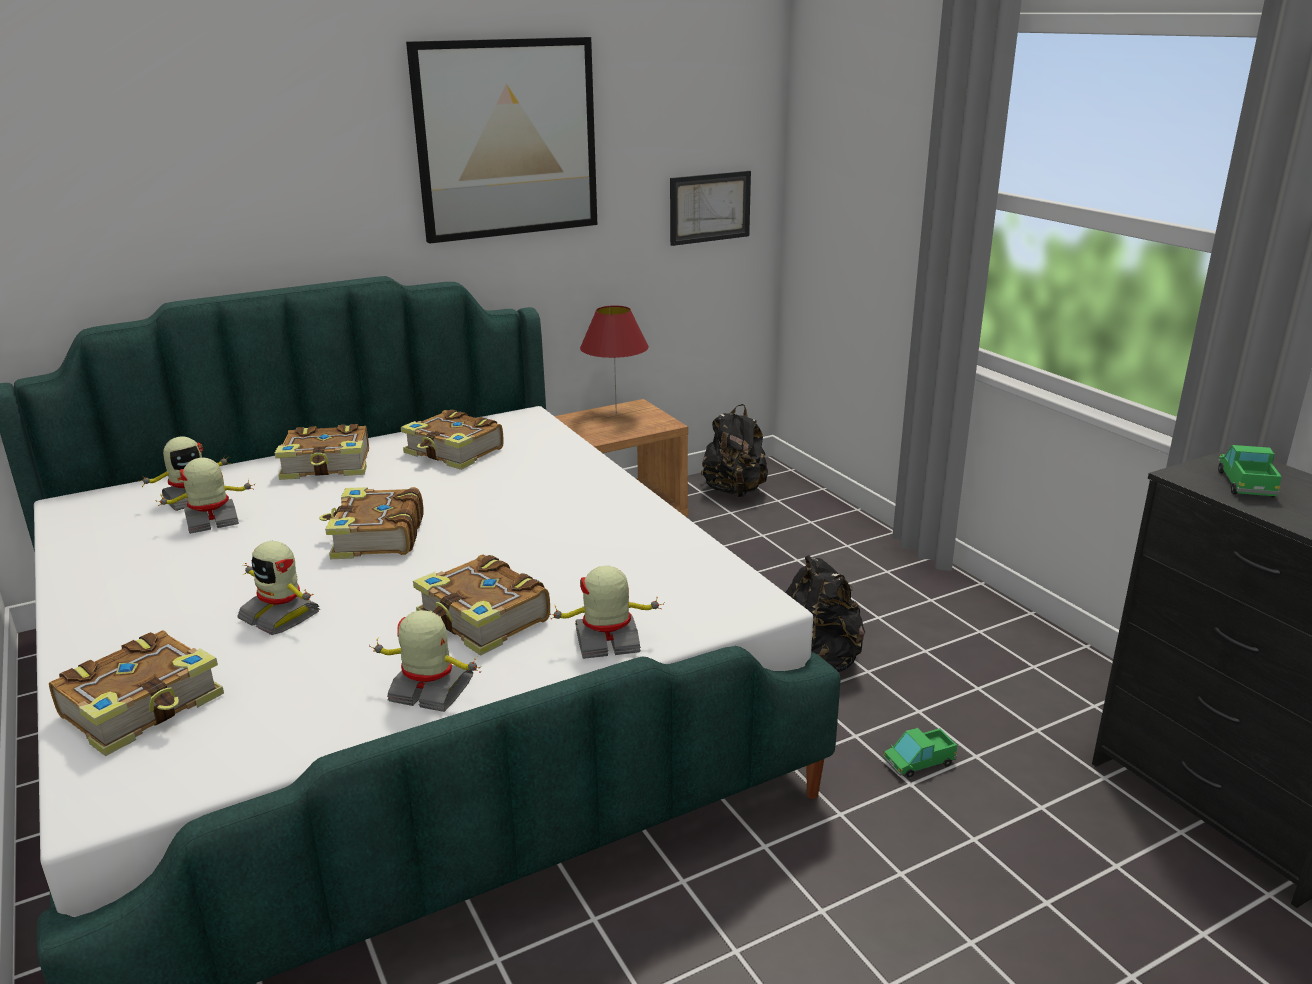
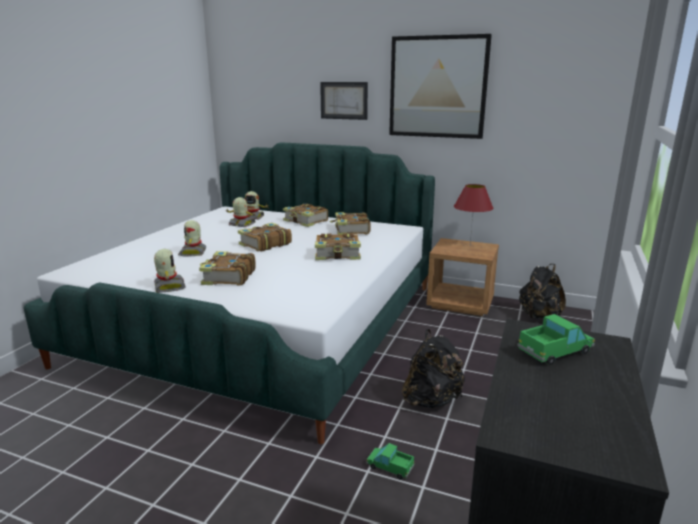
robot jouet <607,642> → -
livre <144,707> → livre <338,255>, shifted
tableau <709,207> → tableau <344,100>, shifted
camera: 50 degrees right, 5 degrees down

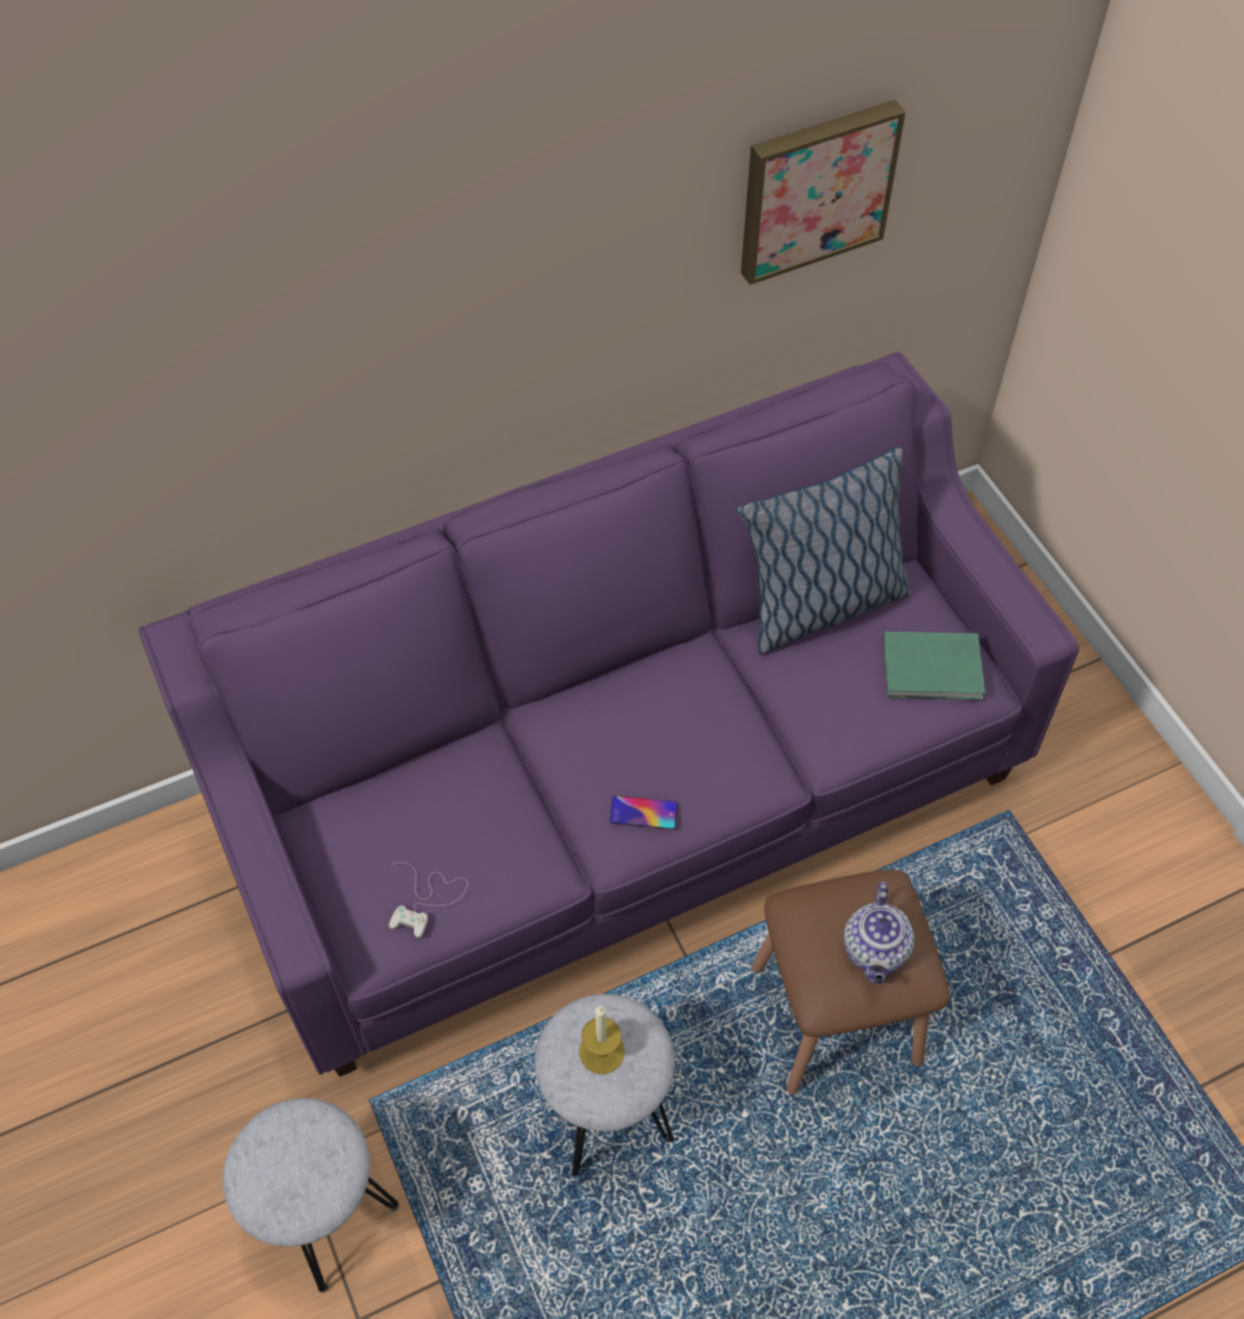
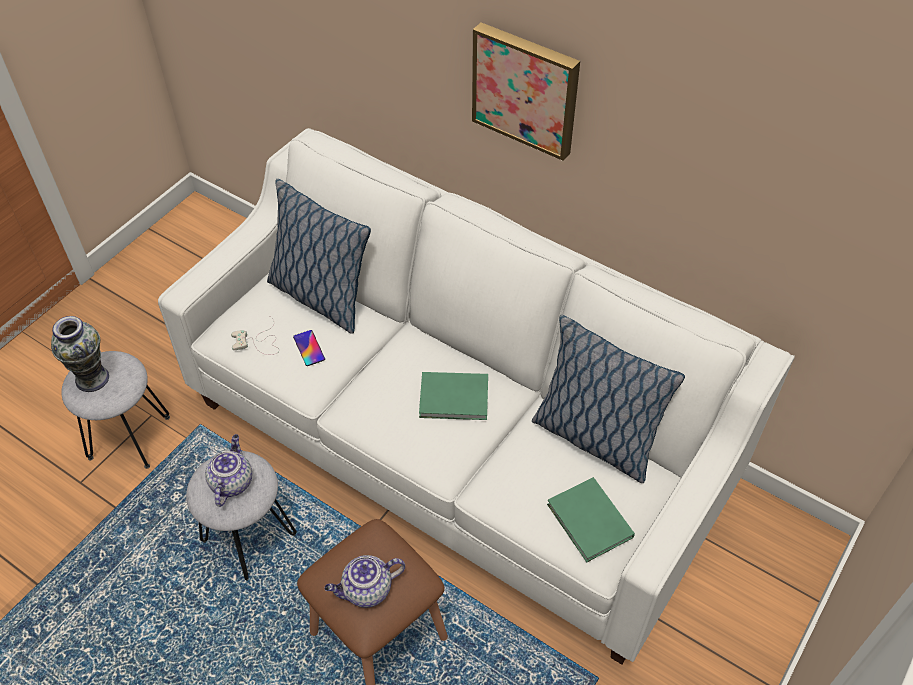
- → vase <91,378>
- → coussin <320,296>
- → livre [vert] <456,399>
téléphone <643,813> → téléphone <309,348>, shifted
tableau <815,188> → tableau <526,89>, shifted
bougie <601,1051> → théière <231,482>
canapé [violet] <624,791> → canapé [blanc] <459,446>
camera: 60 degrees right, 5 degrees down

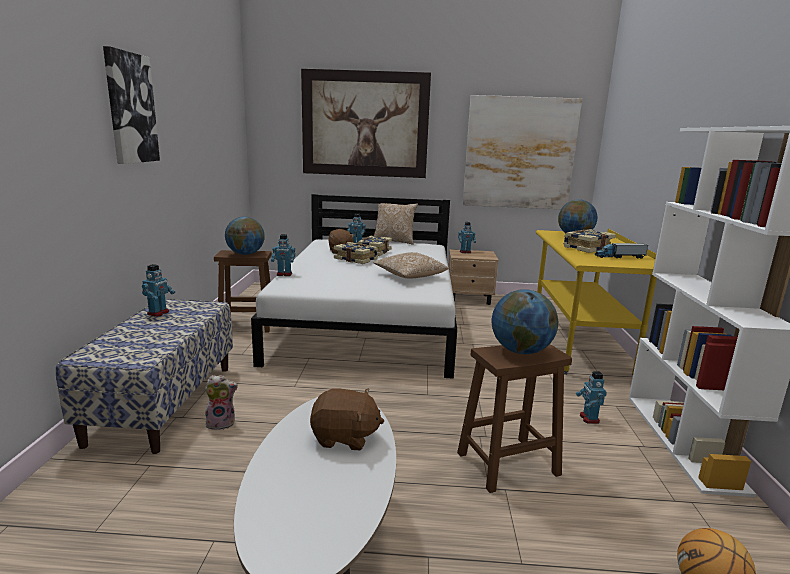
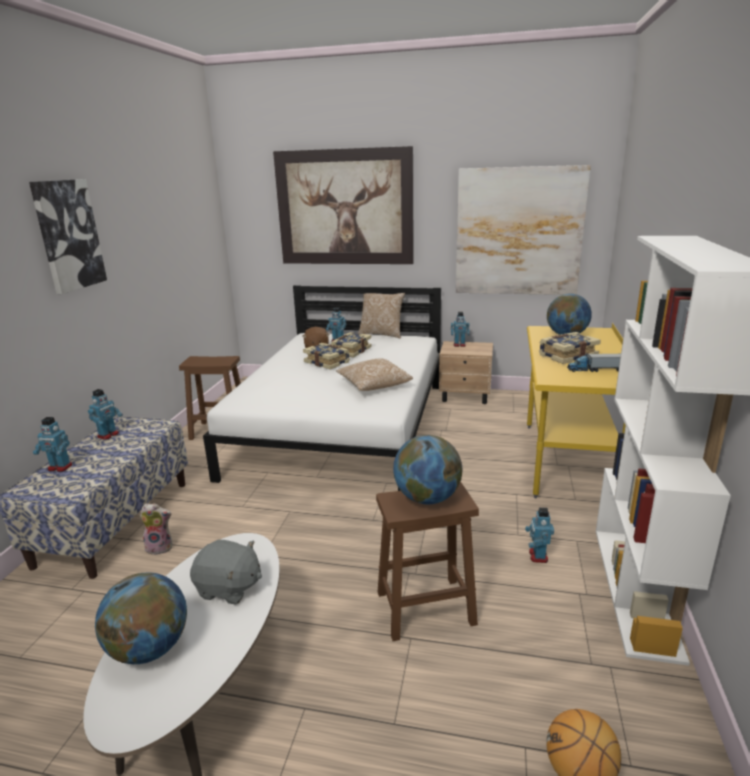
globe <245,254> → globe <150,648>, shifted
robot jouet <284,274> → robot jouet <59,467>, shifted
peluche [marron] <345,437> → peluche [gris] <229,588>
camera: 10 degrees right, 5 degrees up

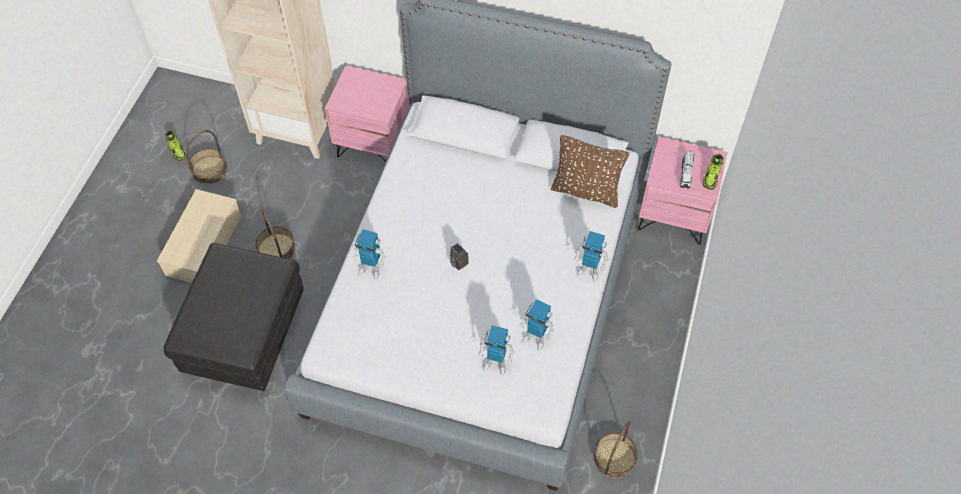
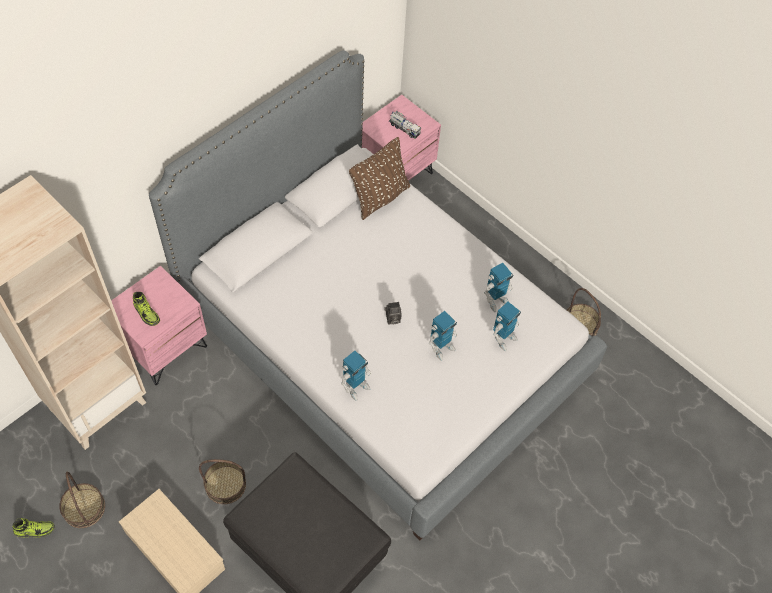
robot jouet <589,270> → robot jouet <441,348>, shifted
chaussure <711,177> → chaussure <147,313>, shifted
camera: 65 degrees left, 0 degrees up

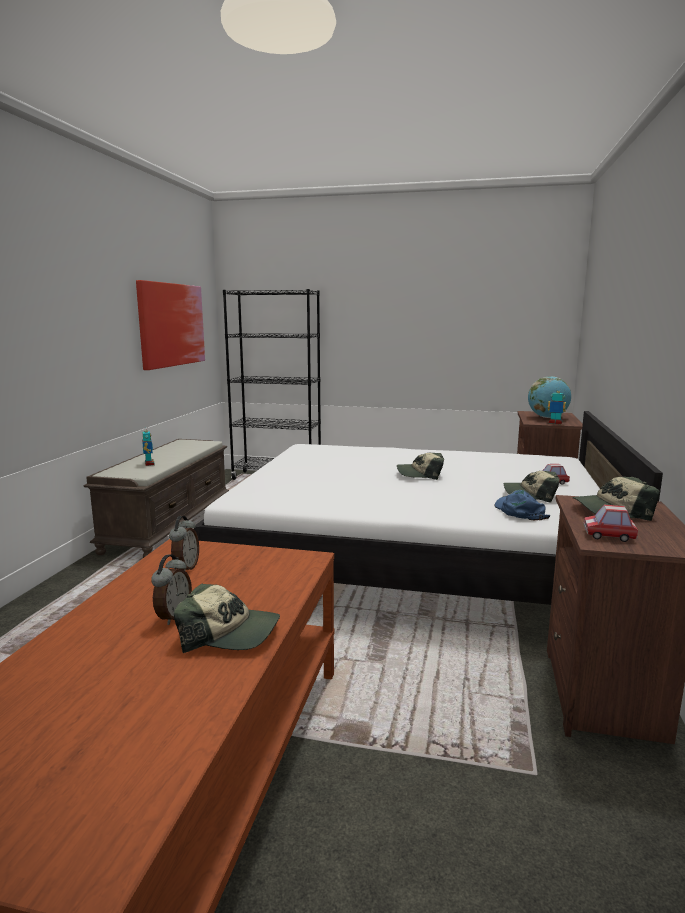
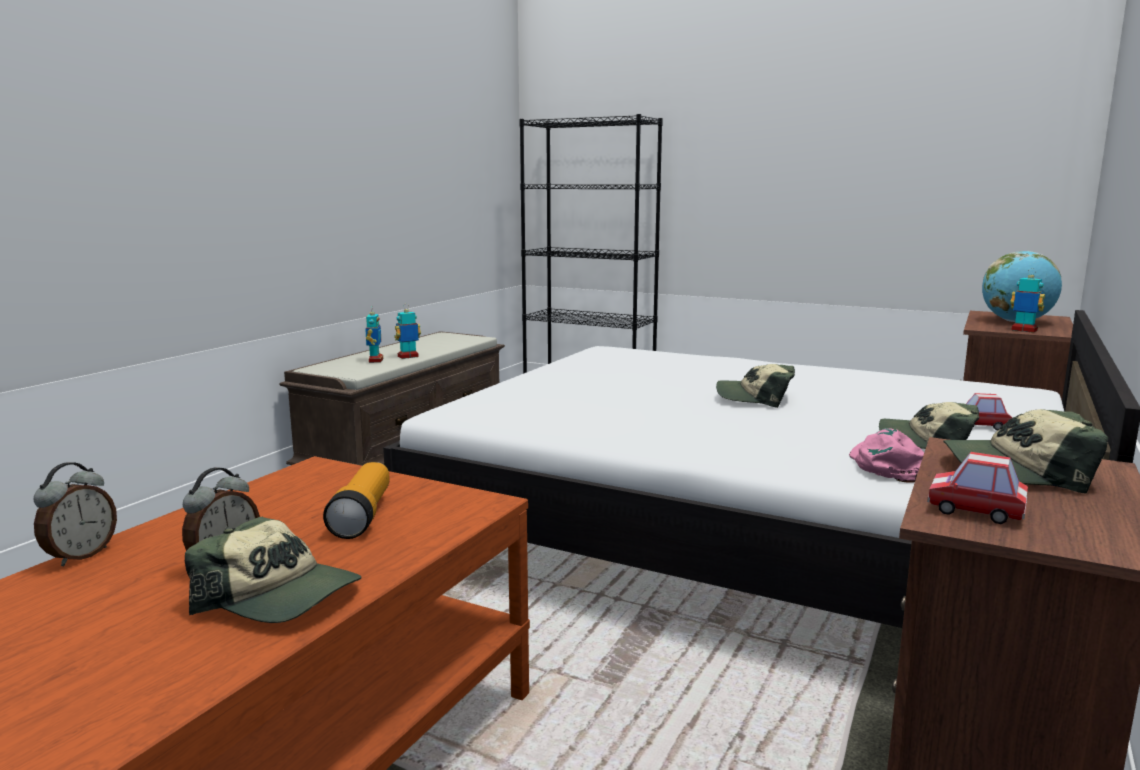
tableau <171,325> → -
- → lampe de poche <362,516>
- → robot jouet <408,357>
réveil <185,568> → réveil <80,555>, shifted
casquette [bleu] <519,511> → casquette [rose] <888,465>
camera: 15 degrees right, 0 degrees up

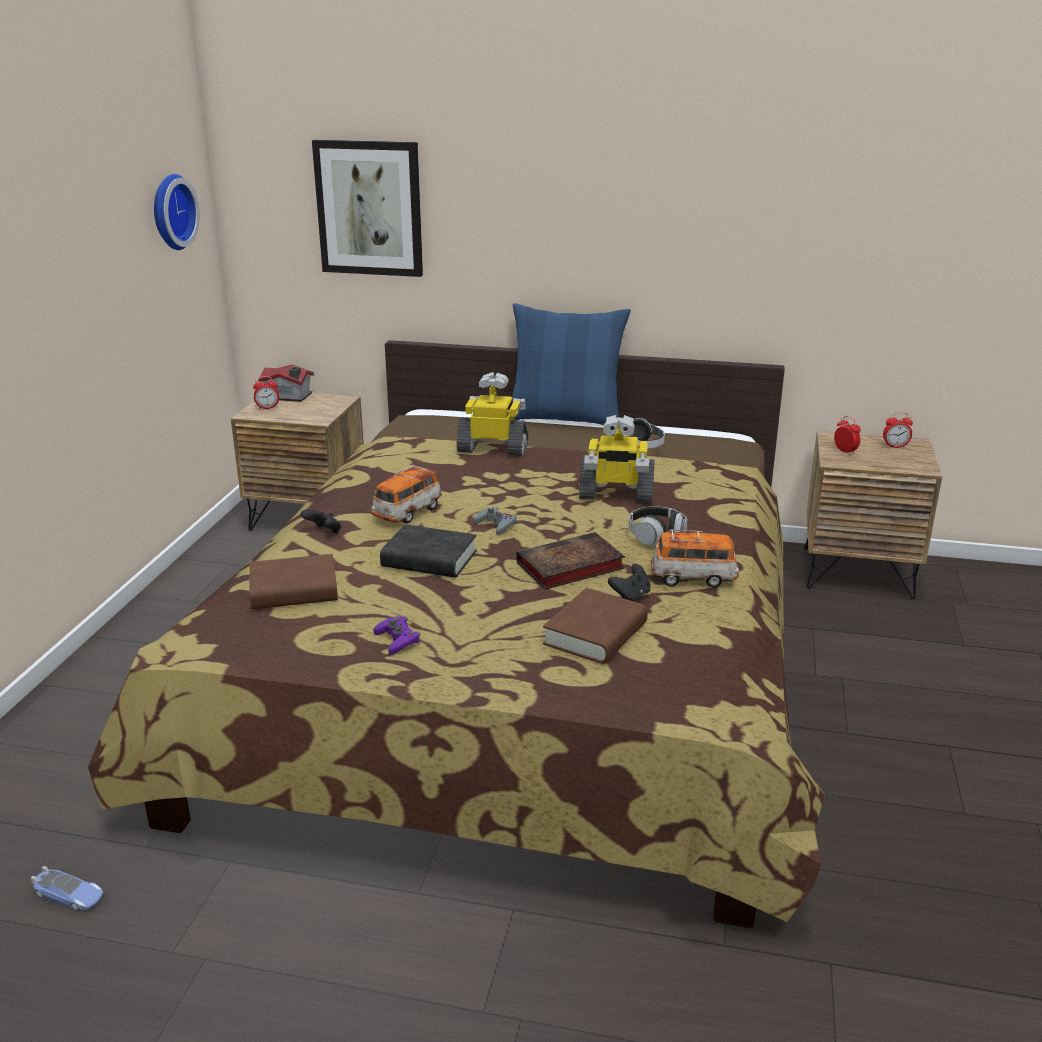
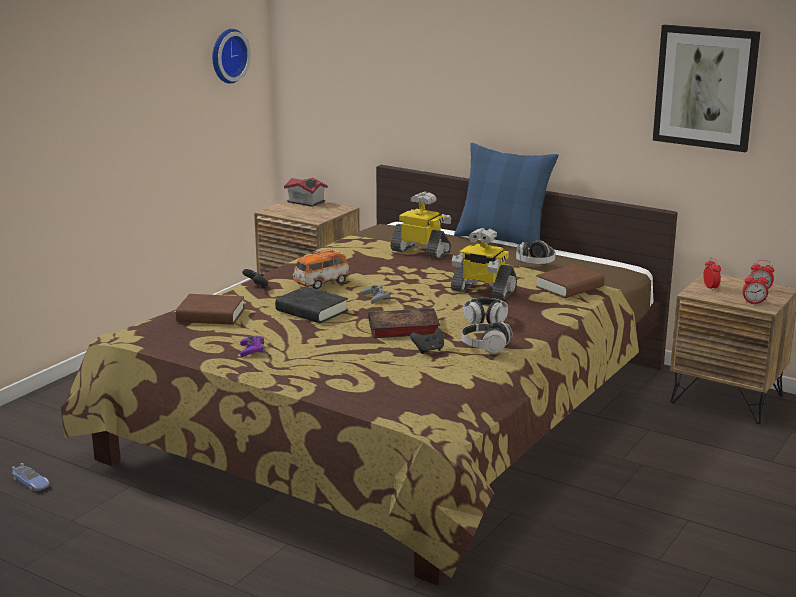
réveil <267,408> → réveil <753,303>, shifted
tableau <369,208> → tableau <705,87>, shifted
livre [marron] <595,634> → livre [marron] <569,287>, shifted
petite voiture <693,578> → casque audio <485,347>
camera: 20 degrees right, 5 degrees down

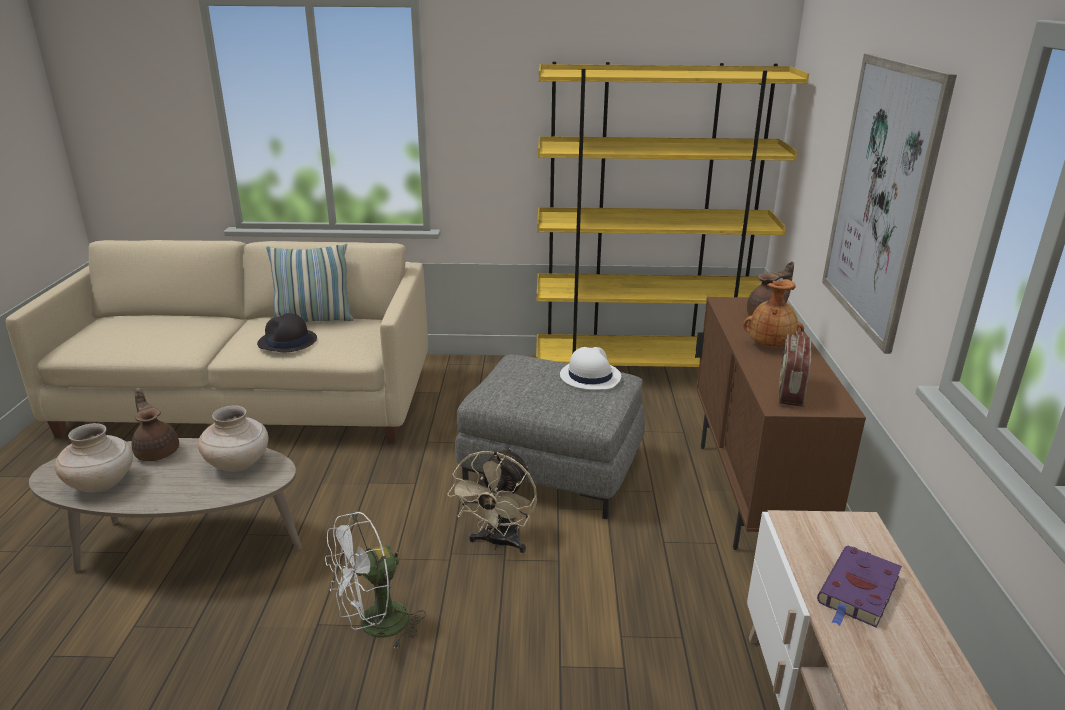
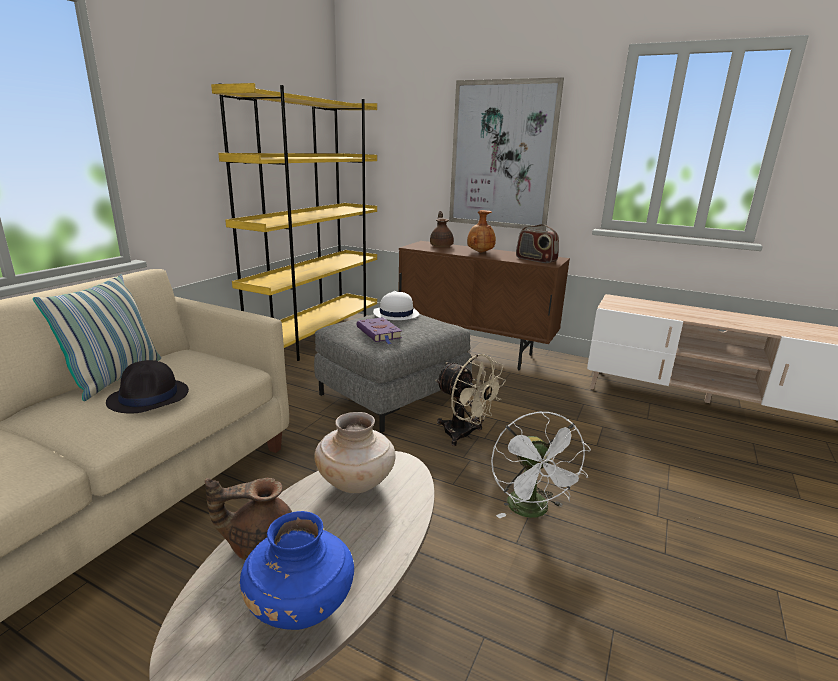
livre [violet] <858,592> → livre [violet] <379,333>, shifted
vase [beige] <102,484> → vase [bleu] <301,606>
camera: 65 degrees left, 5 degrees down

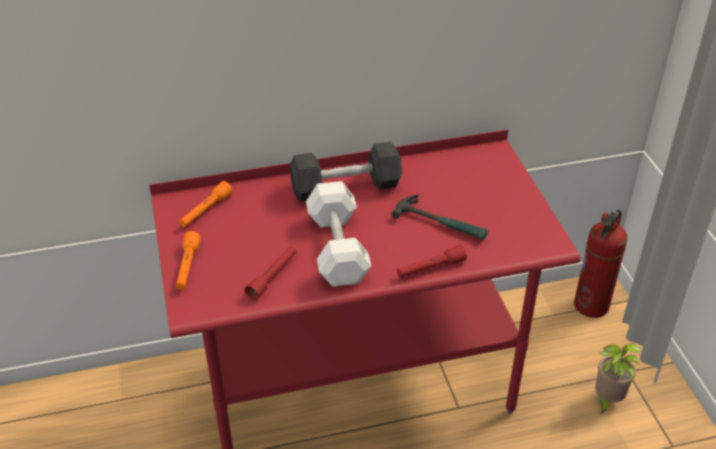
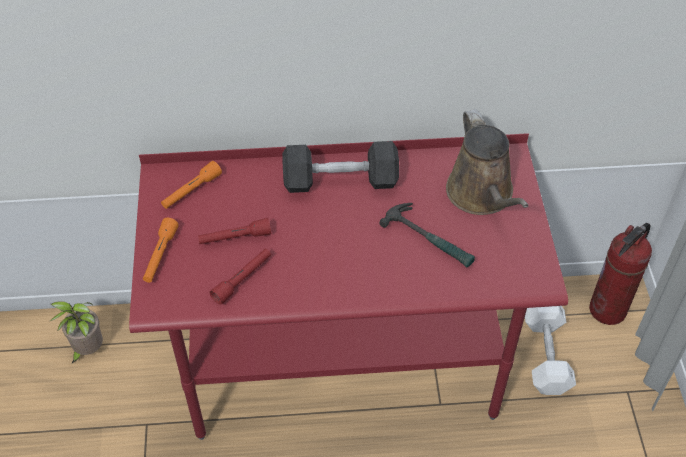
- → arrosoir [marron] <482,195>
haltère [blanc] <337,248> → haltère [blanc] <546,355>, shifted
lampe de poche [rouge] <430,269> → lampe de poche [rouge] <235,238>, shifted
plante en pot <607,400> → plante en pot <87,350>, shifted
camera: 10 degrees right, 10 degrees up

